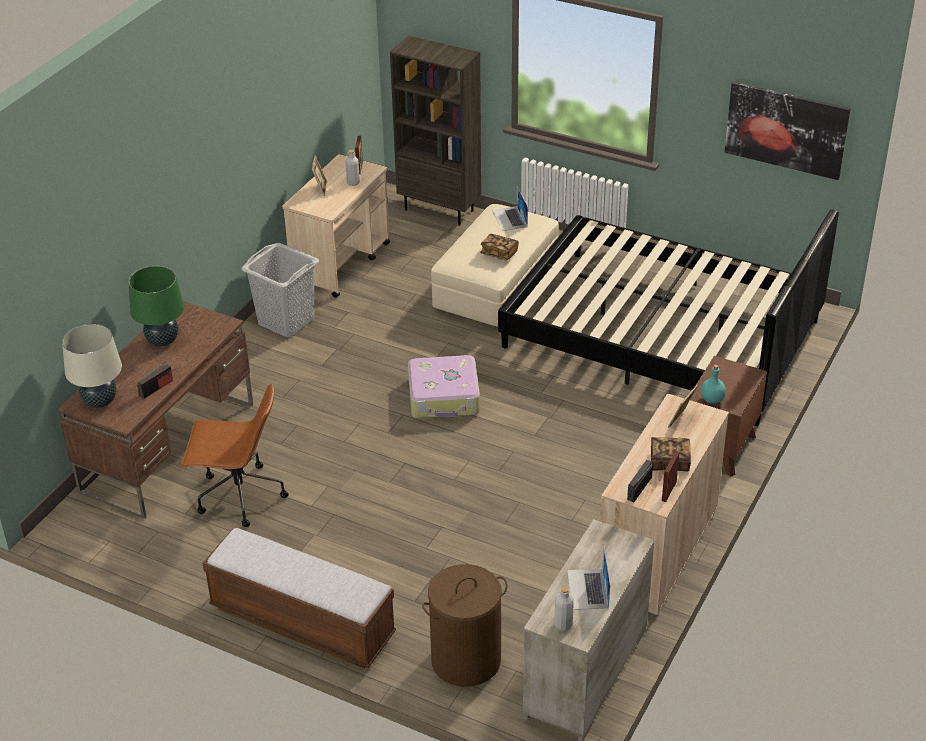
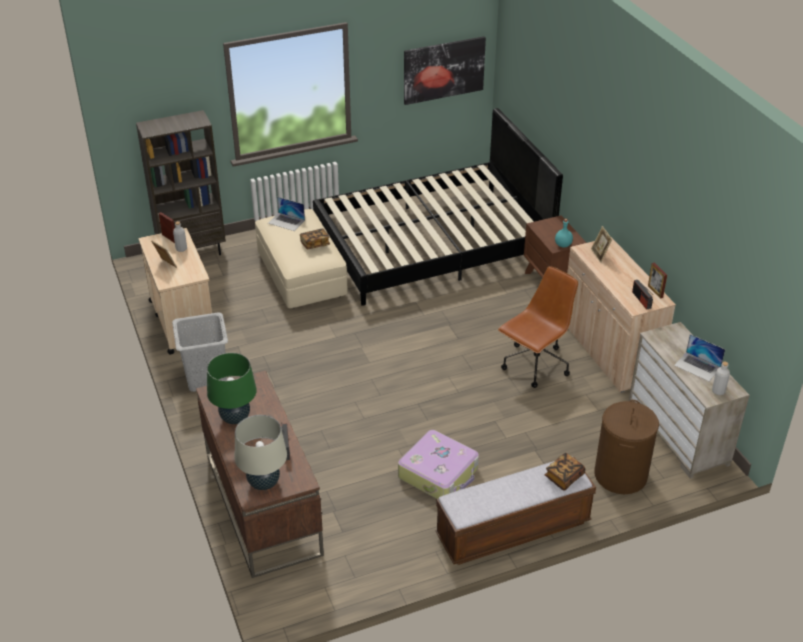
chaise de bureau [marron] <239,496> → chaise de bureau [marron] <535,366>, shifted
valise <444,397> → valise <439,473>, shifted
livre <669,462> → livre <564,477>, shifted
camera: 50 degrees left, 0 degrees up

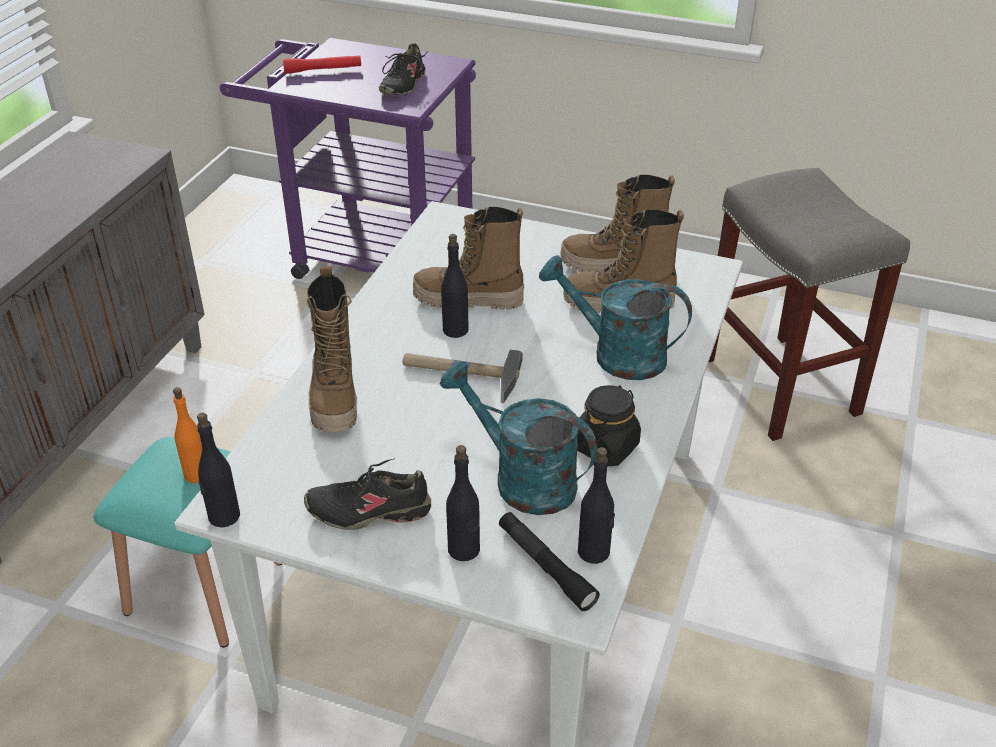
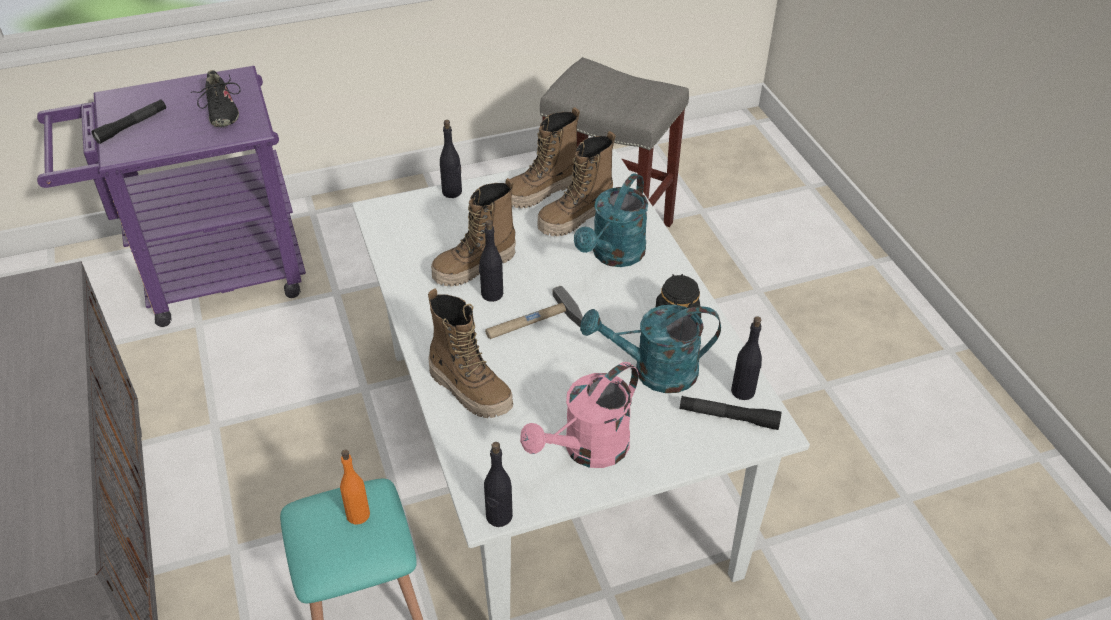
bouteille [noir] <464,550> → bouteille [noir] <452,192>, shifted
chaussure [noir] <369,510> → arrosoir [rose] <587,450>
lampe de poche [rouge] <323,70> → lampe de poche [noir] <132,126>
arrosoir [turquoise] <616,354> → arrosoir [turquoise] <614,256>, 45 degrees counterclockwise
camera: 40 degrees left, 5 degrees up

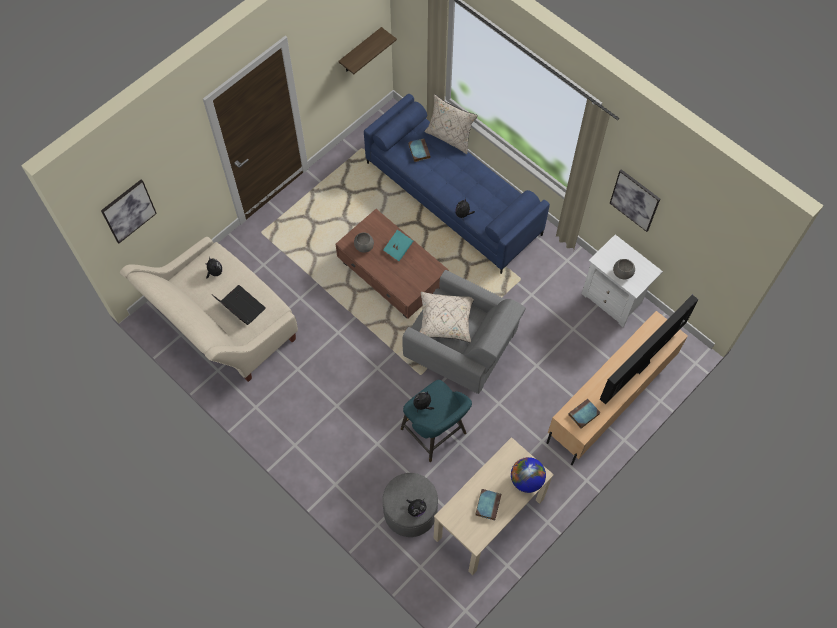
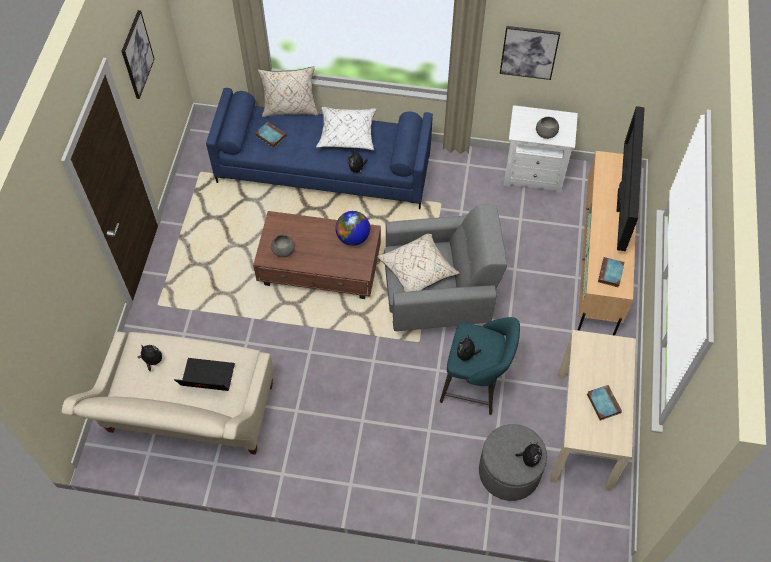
étagère <360,51> → -
livre [turquoise] <398,249> → -
- → coussin [blanc] <347,134>
tableau <128,211> → tableau <137,55>, shifted
globe <526,480> → globe <353,237>, shifted
camera: 35 degrees left, 5 degrees down

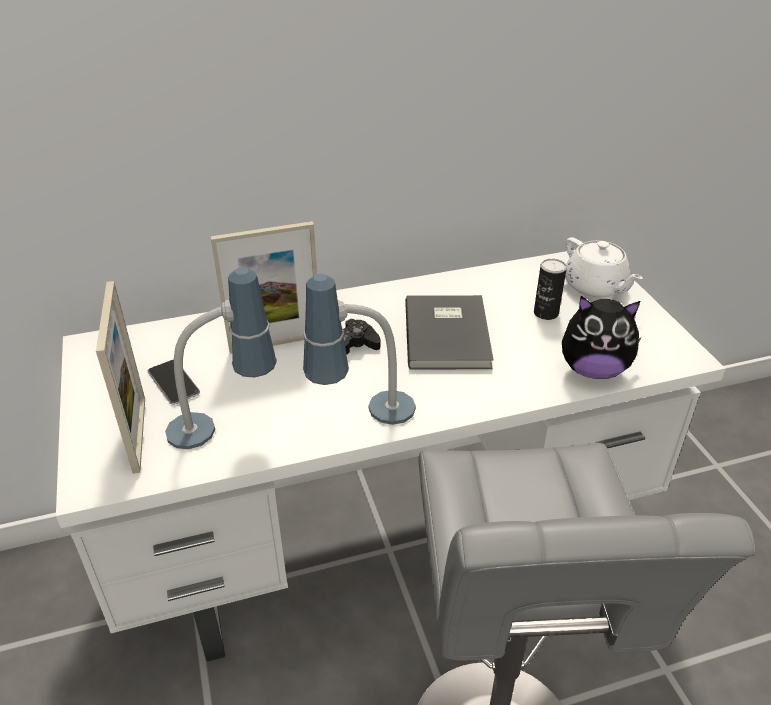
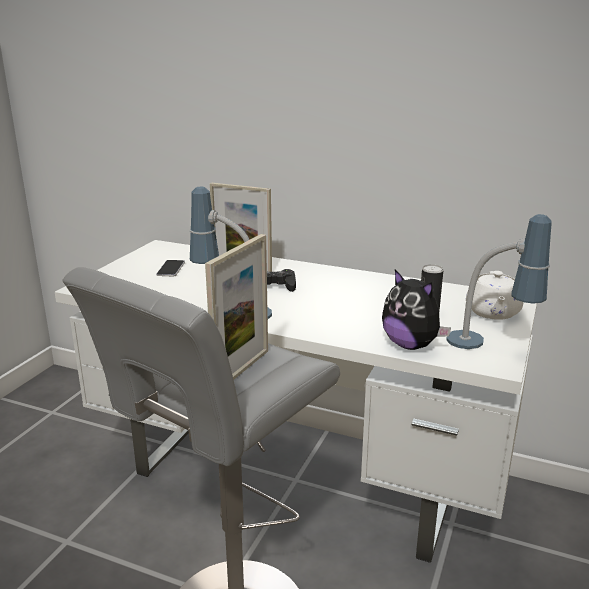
livre [gris] <449,334> → -
cadre photo <139,434> → cadre photo <242,370>, shifted
lampe de table <225,429> → lampe de table <490,347>, shifted
camera: 40 degrees right, 15 degrees down

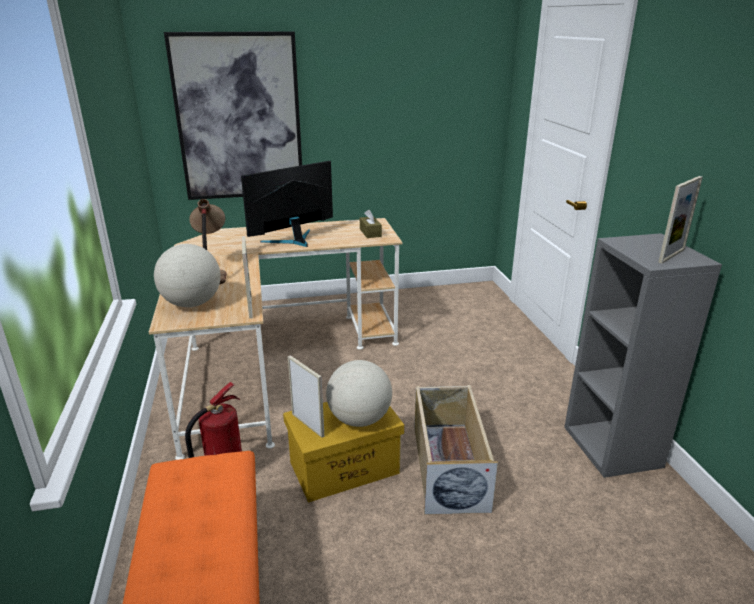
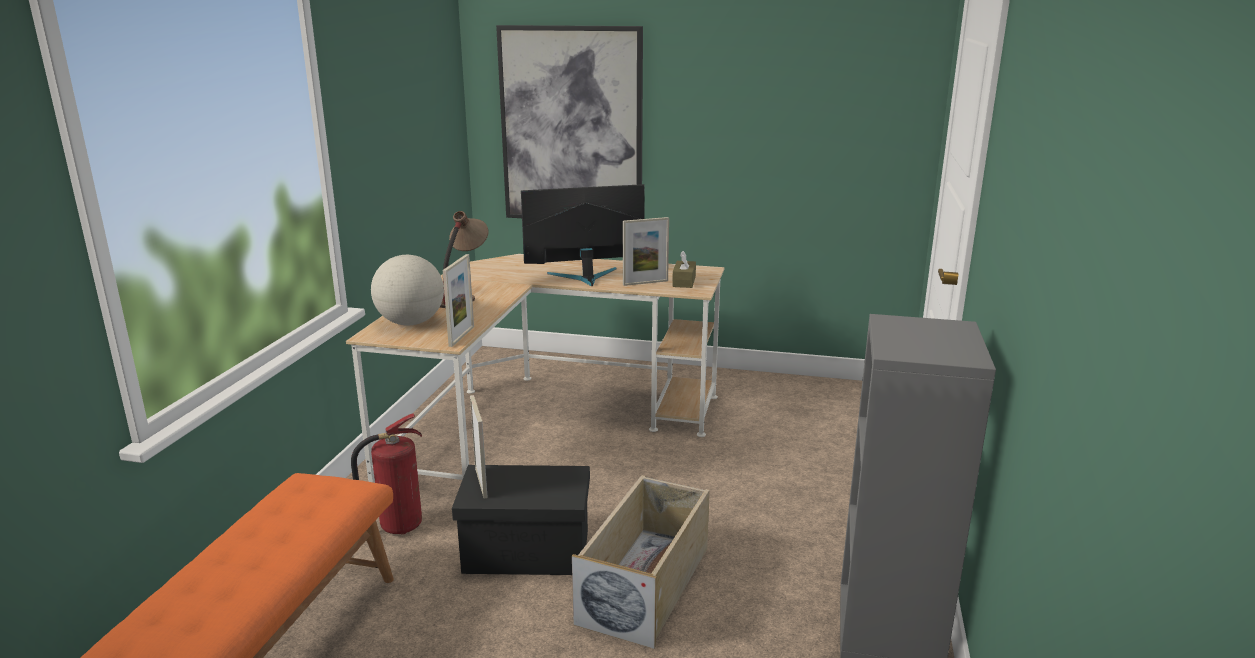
globe <359,419> → -
cadre photo <671,256> → cadre photo <645,283>, shifted
boîte de rangement [jaune] <345,467> → boîte de rangement [noir] <528,551>
camera: 25 degrees right, 5 degrees down

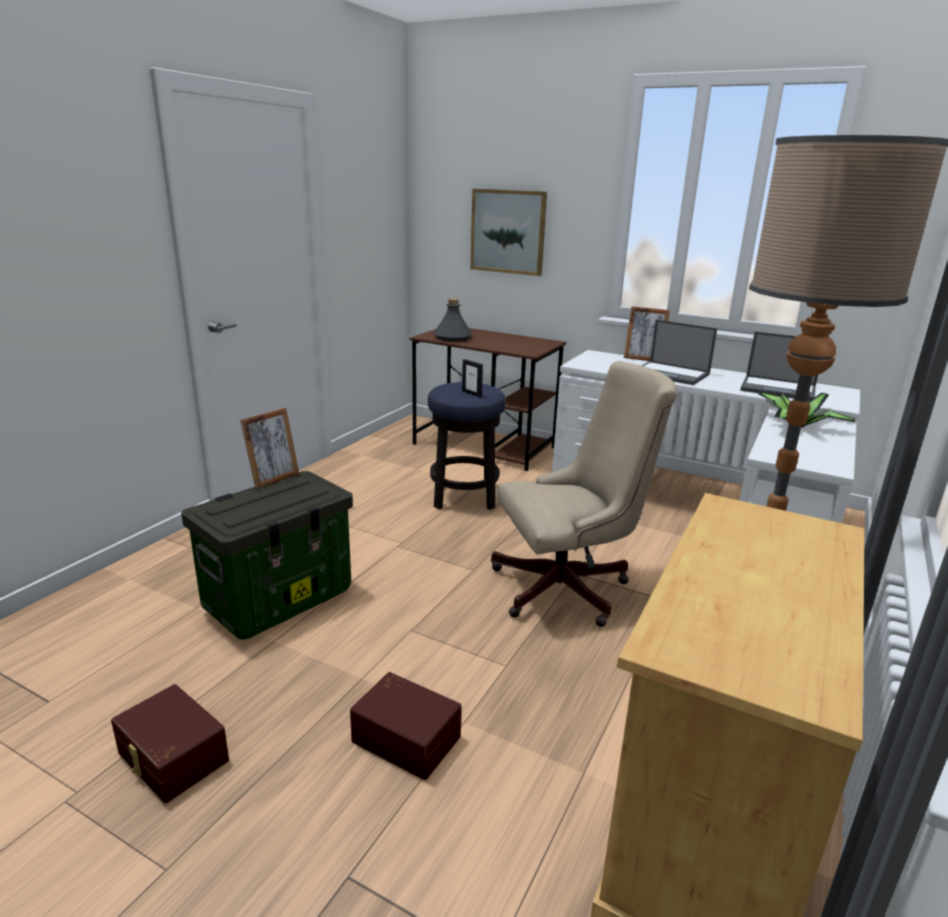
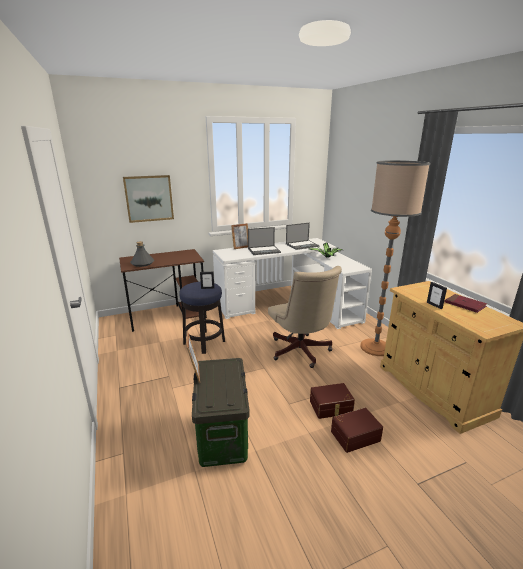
- → cadre photo <434,305>
- → livre [rouge] <465,305>
boîte de rangement [marron] <171,758> → boîte de rangement [marron] <331,407>, shifted
chaise de bureau [beige] <569,588> → chaise de bureau [beige] <301,353>, 135 degrees clockwise
camera: 50 degrees left, 0 degrees up

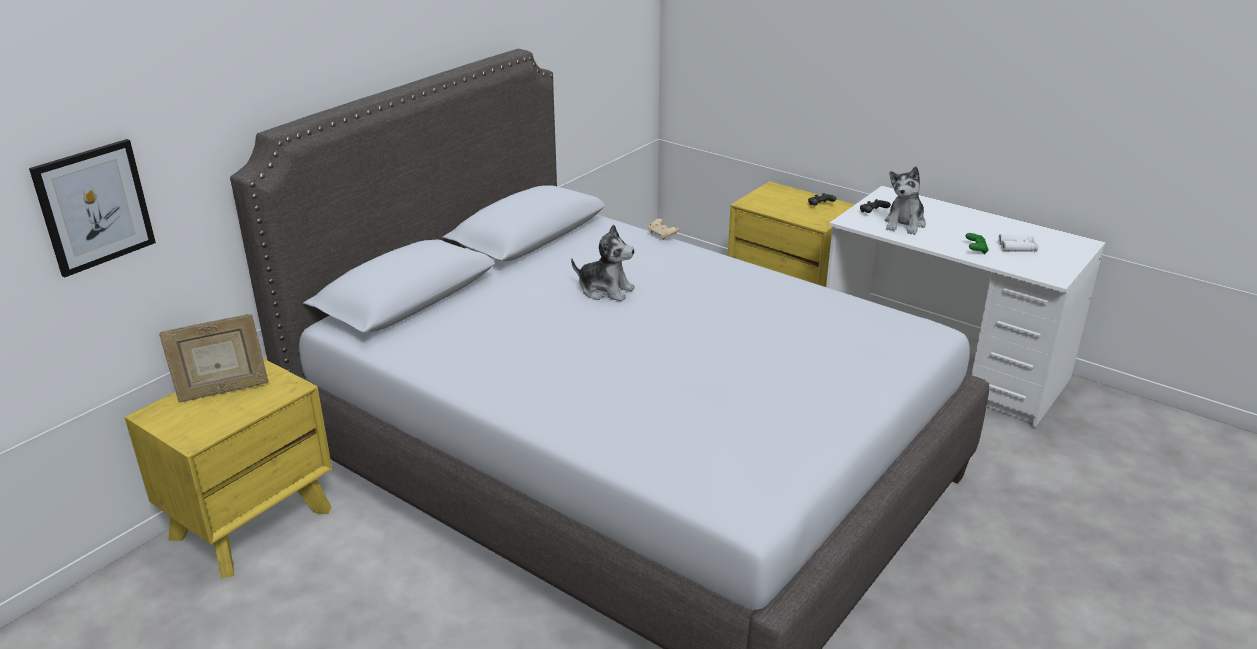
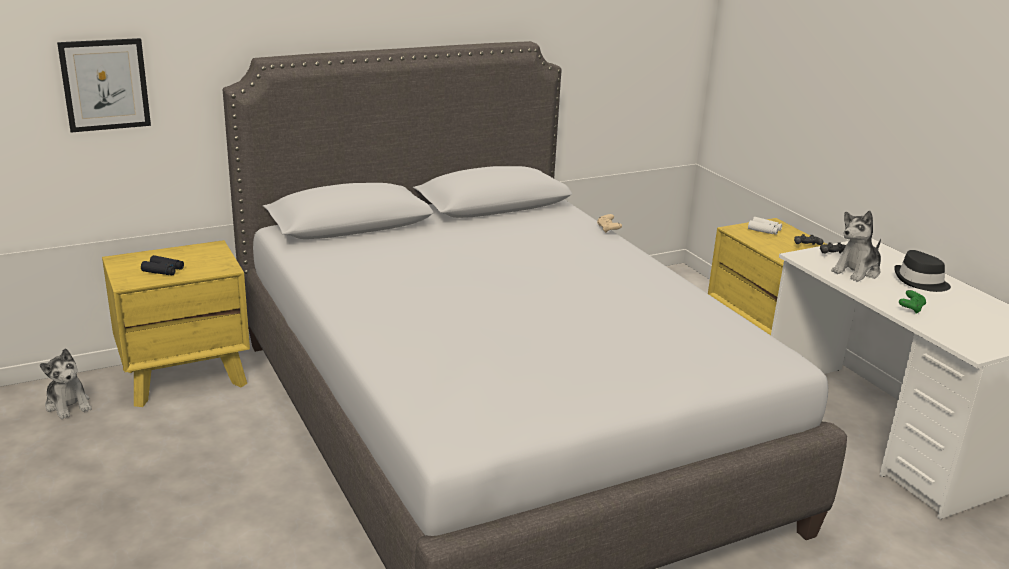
cadre photo <223,391> → -
- → jumelles [noir] <163,270>
- → chapeau [noir] <920,282>
peluche <605,290> → peluche <68,405>, shifted
jumelles [blanc] <1017,248> → jumelles [blanc] <764,230>, shifted
camera: 25 degrees right, 5 degrees down

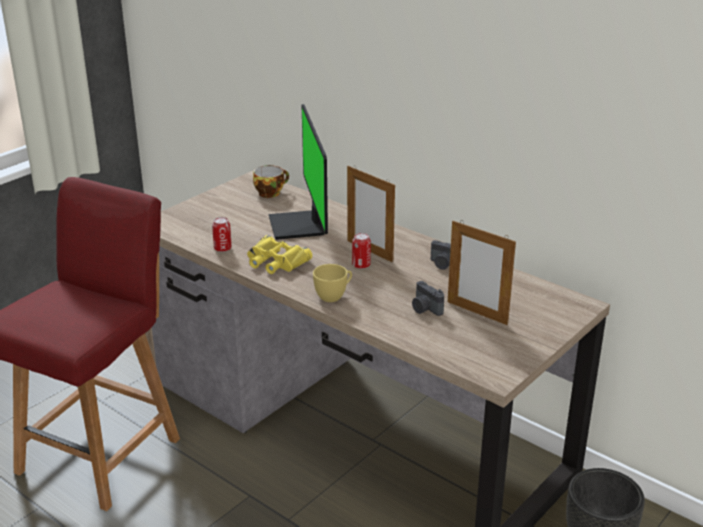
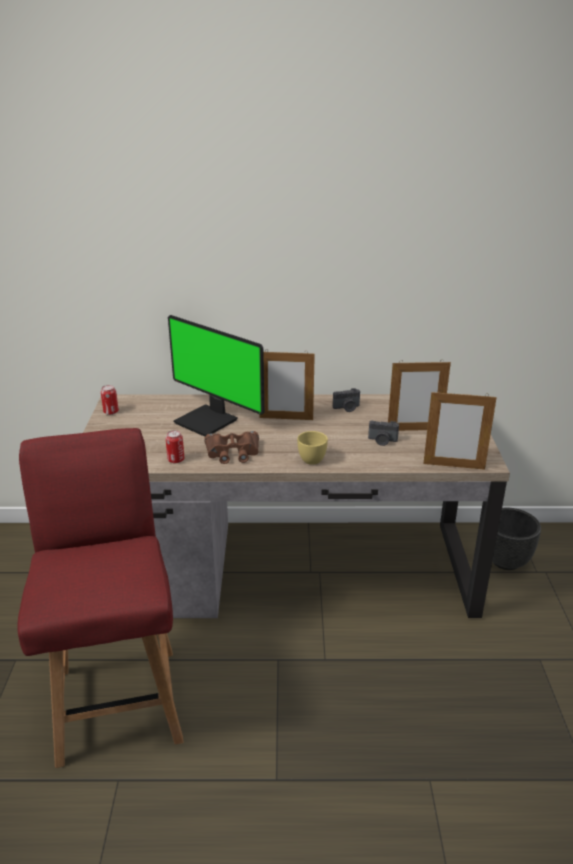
tasse <270,192> → -
- → cadre photo <453,466>
boîte métallique <361,265> → boîte métallique <111,412>, shifted
jumelles [jaune] <275,261> → jumelles [marron] <233,452>
camera: 40 degrees left, 0 degrees up

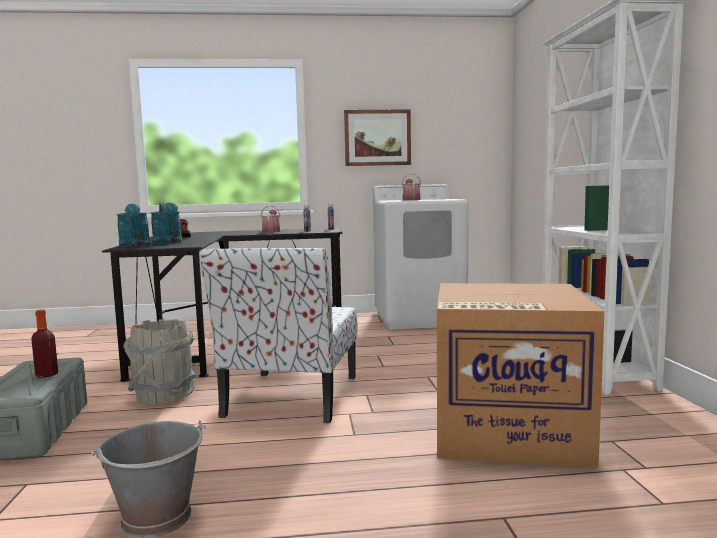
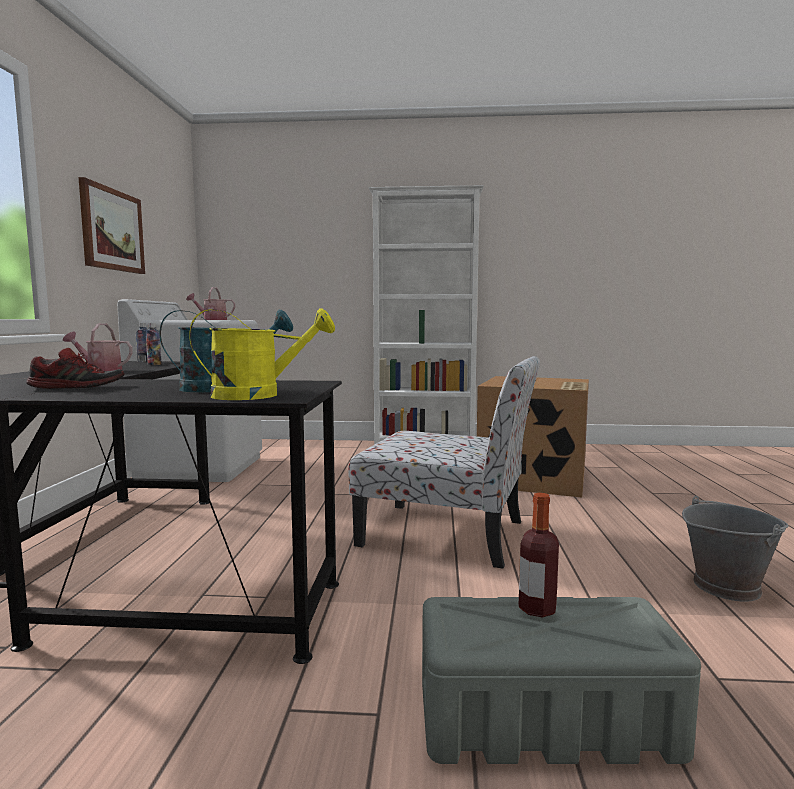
seau [gris] <164,395> → -
arrosoir [turquoise] <135,246> → arrosoir [jaune] <259,395>
camera: 80 degrees left, 0 degrees up

